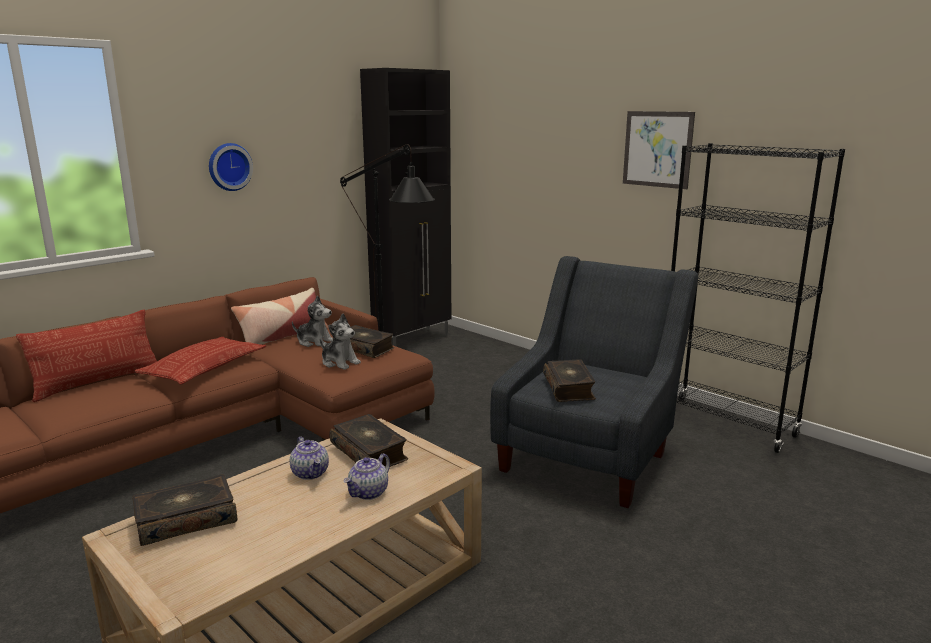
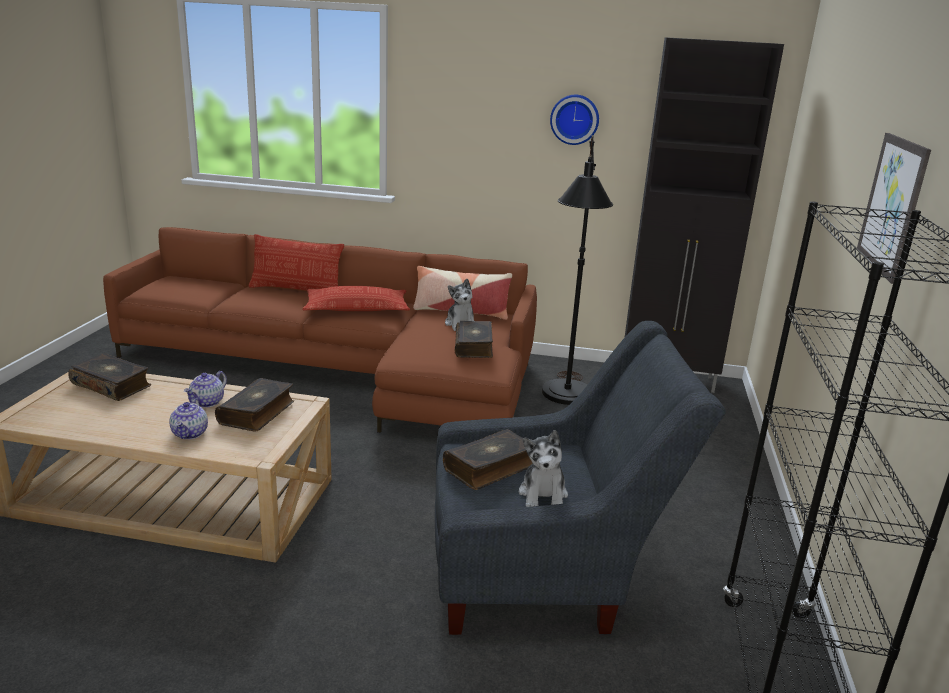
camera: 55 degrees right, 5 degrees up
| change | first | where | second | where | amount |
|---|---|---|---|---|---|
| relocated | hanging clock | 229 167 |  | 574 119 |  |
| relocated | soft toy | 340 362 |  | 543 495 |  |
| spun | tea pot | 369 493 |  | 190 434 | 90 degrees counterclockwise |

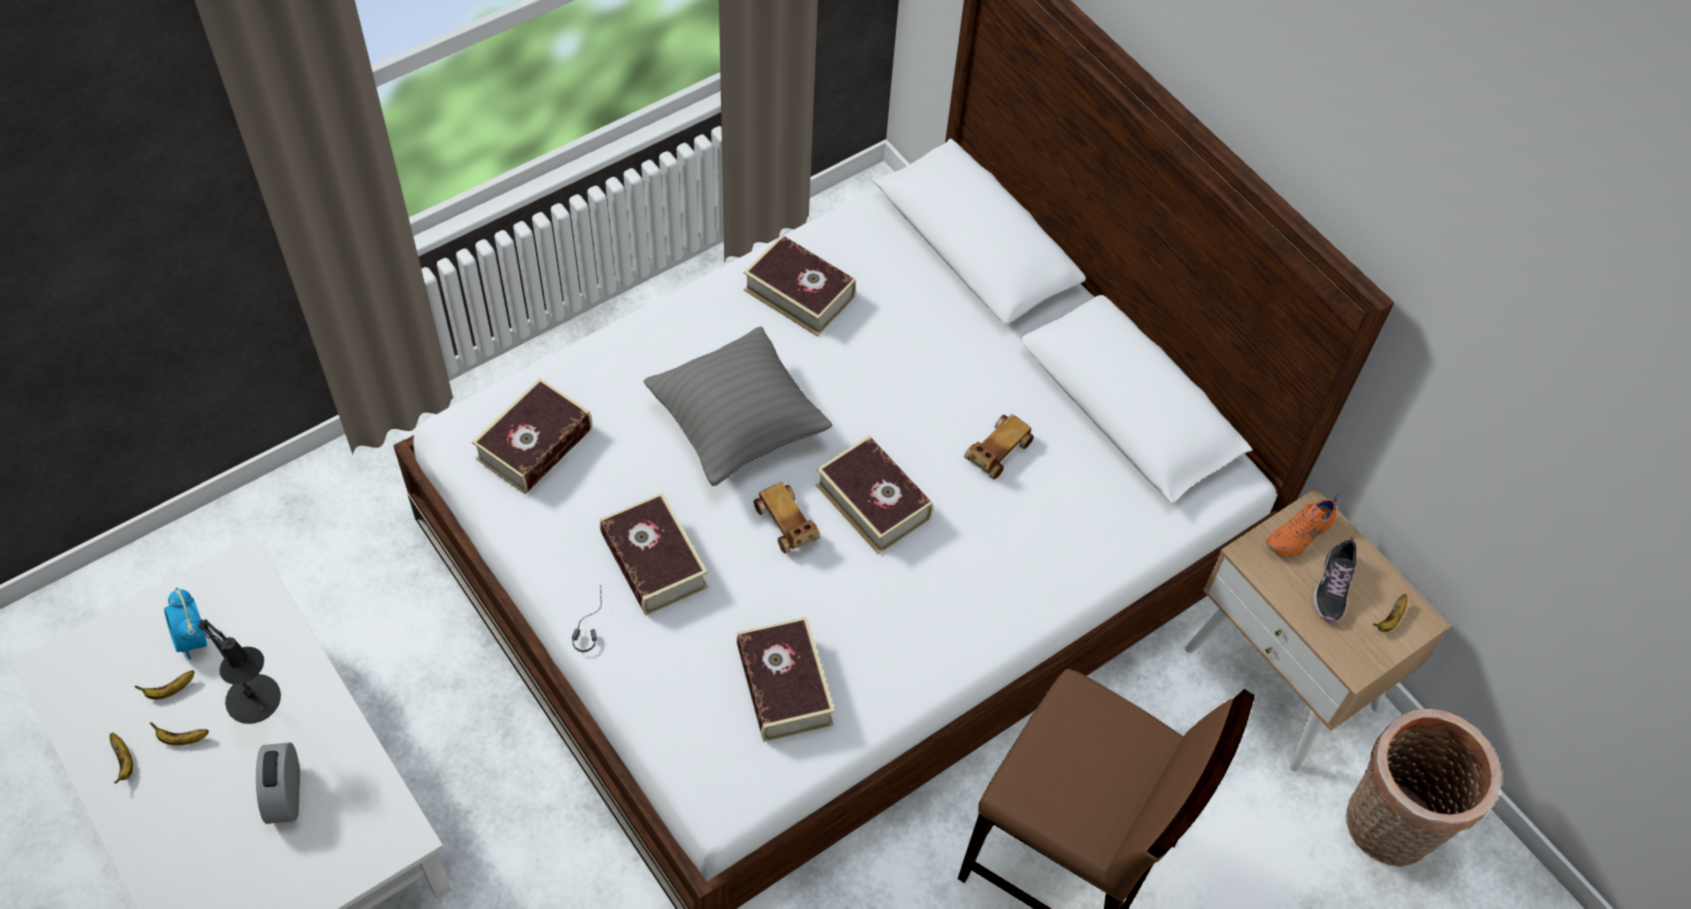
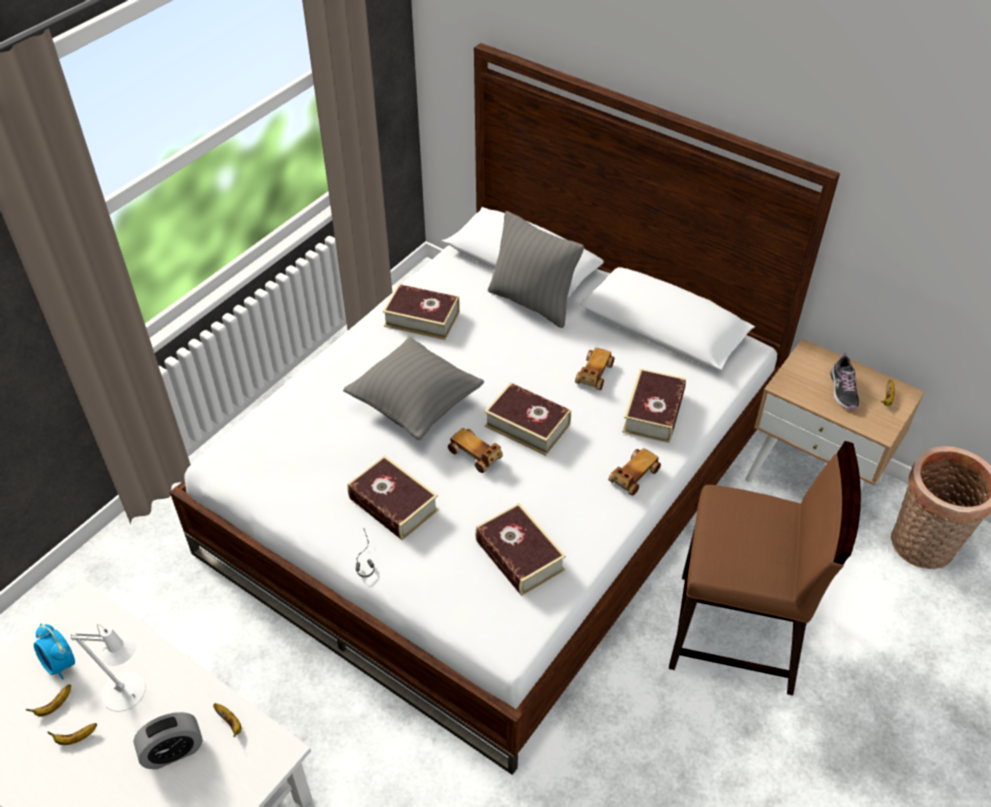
camera: 15 degrees left, 10 degrees down
| change | first | where | second | where | amount |
|---|---|---|---|---|---|
| relocated | banana fruit | 124 762 |  | 230 722 |  |
| colour | blackish tabletop lamp | 258 704 | white tabletop lamp | 129 694 |  |
| spun | bedside clock | 285 794 |  | 173 751 | 90 degrees counterclockwise |
| relocated | book | 535 444 |  | 653 412 |  |
| missing | orangey low shoe | 1300 535 |  |  |  |
| appeared |  |  | grey throw pillow | 532 302 |  |
| appeared |  |  | miniature car | 633 476 |  |

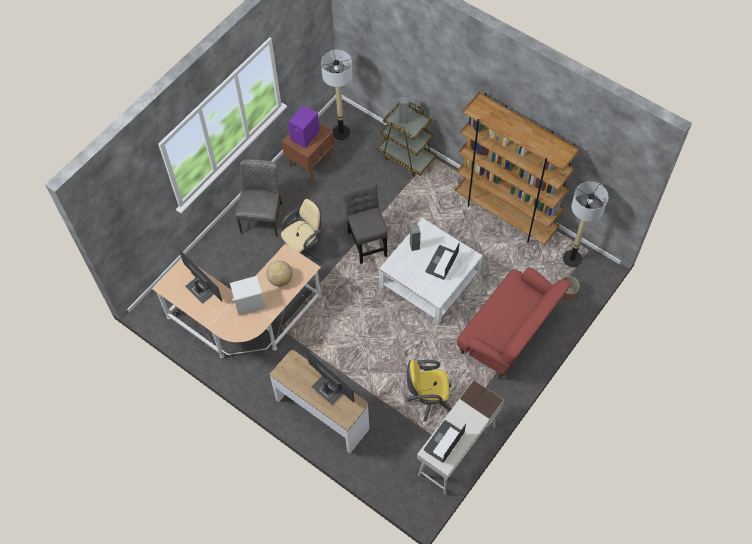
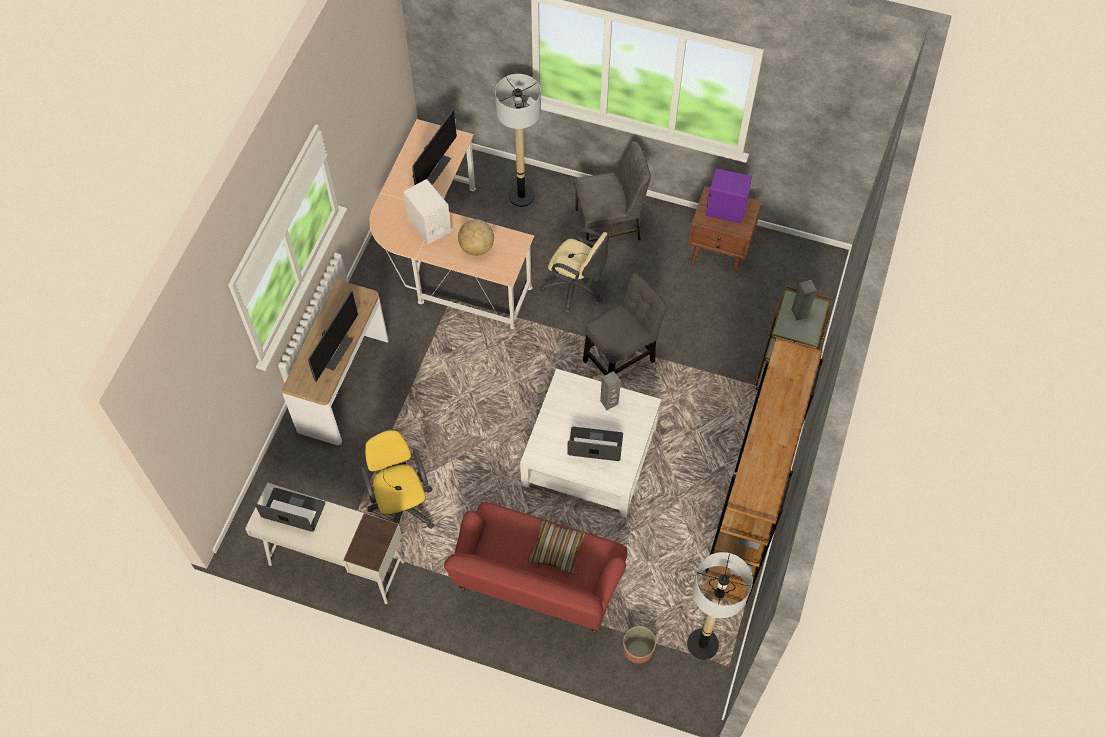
camera: 70 degrees right, 0 degrees up
| change | first | where | second | where | amount |
|---|---|---|---|---|---|
| relocated | floor lamp | 341 132 |  | 521 196 |  |
| appeared |  |  | throw pillow | 557 549 |  |

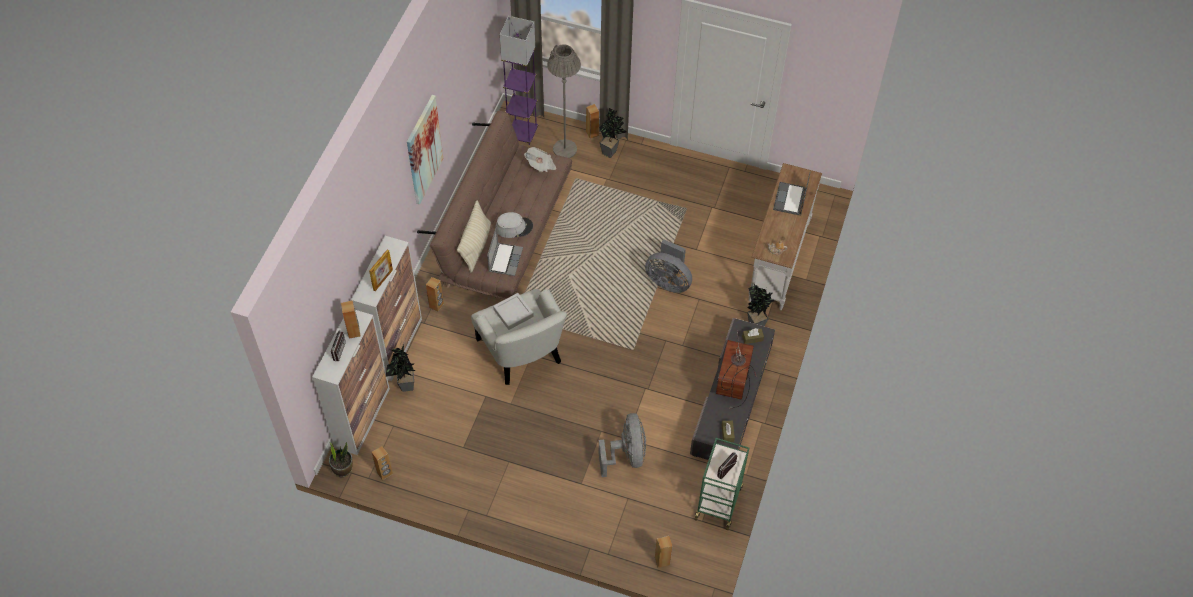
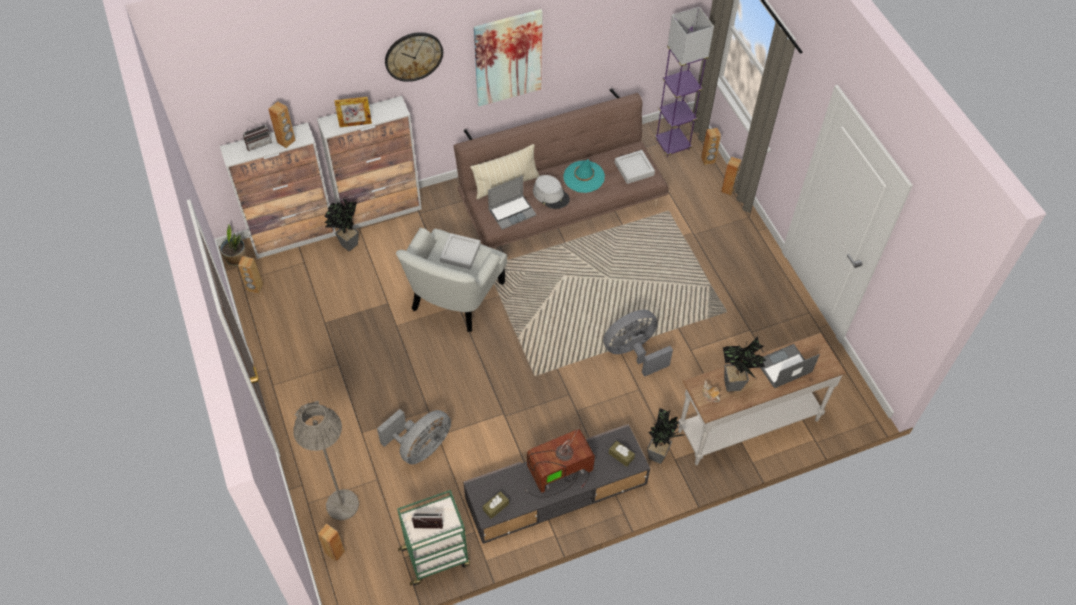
camera: 50 degrees right, 0 degrees up
| change | first | where | second | where | amount |
|---|---|---|---|---|---|
| relocated | brown-coloured loudspeaker | 436 305 |  | 708 160 |  |
| exchanged | printed paper | 540 165 | grey carrying tray | 634 169 |  |
| relocated | grey floor lamp | 565 149 |  | 342 505 |  |
| relocated | potted plant | 611 151 |  | 736 386 |  |
| spun | grey cooling fan | 668 281 |  | 633 352 | 75 degrees clockwise |
| appeared |  |  | hanging clock | 413 56 |  |
| appeared |  |  | blue-green clothing hat | 584 177 |  |

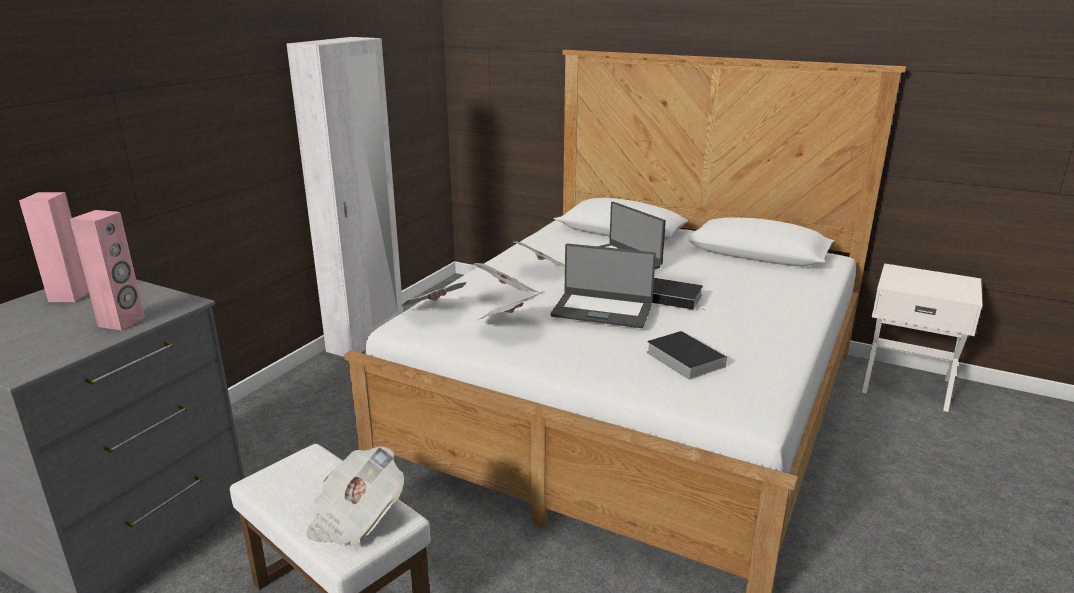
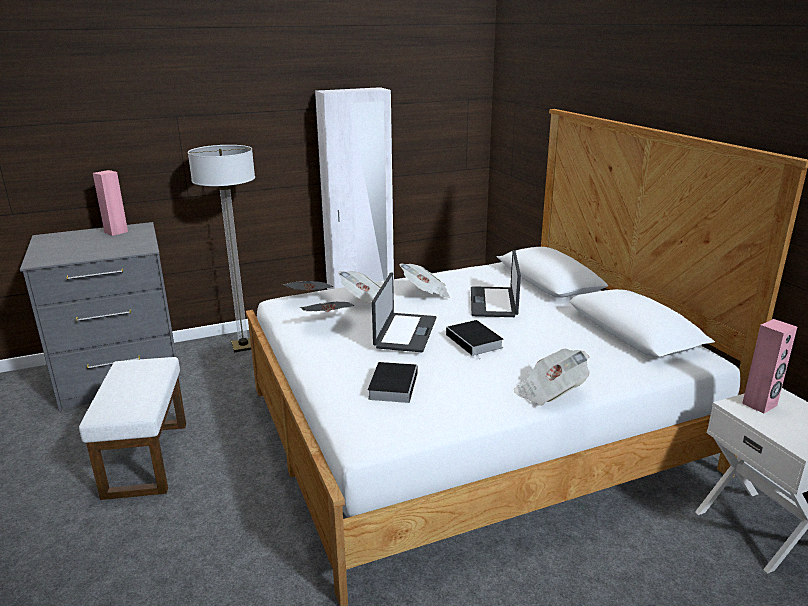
camera: 40 degrees right, 0 degrees up
| change | first | where | second | where | amount |
|---|---|---|---|---|---|
| relocated | pinkish loudspeaker | 122 322 |  | 760 405 |  |
| relocated | printed paper | 356 517 |  | 549 392 |  |
| spun | notebook computer | 602 310 |  | 404 332 | 135 degrees counterclockwise |
| appeared |  |  | floor lamp | 243 346 |  |

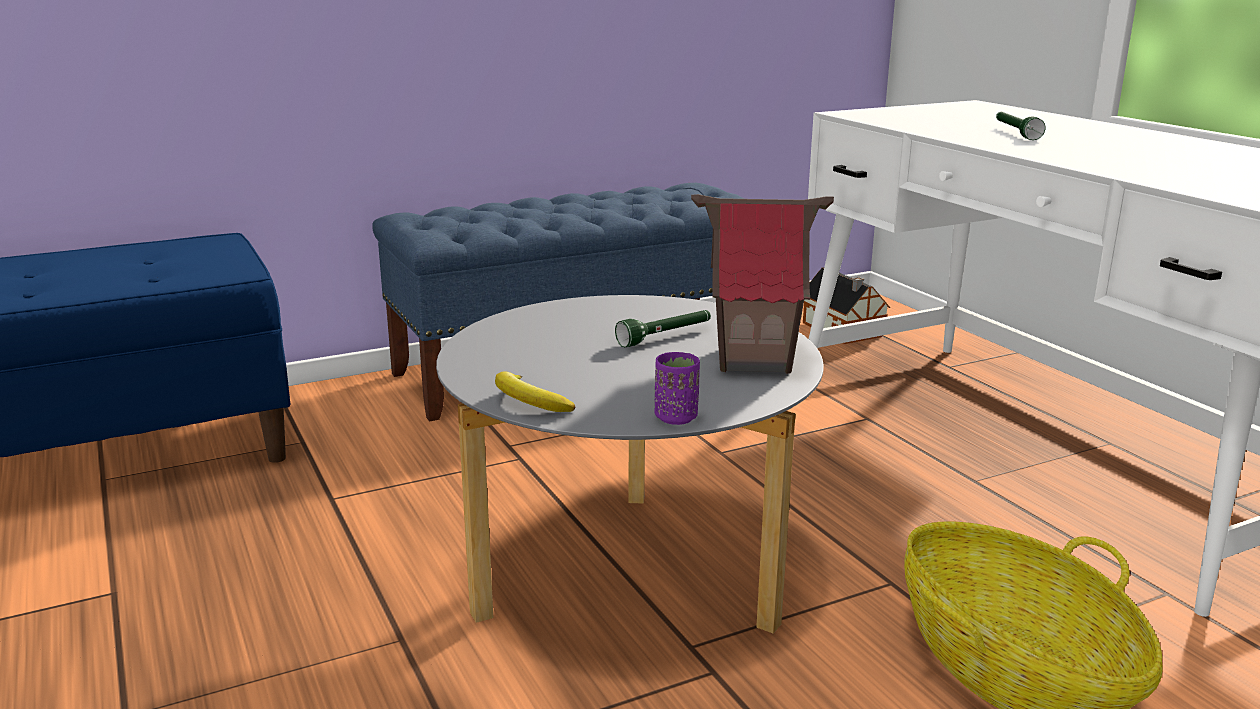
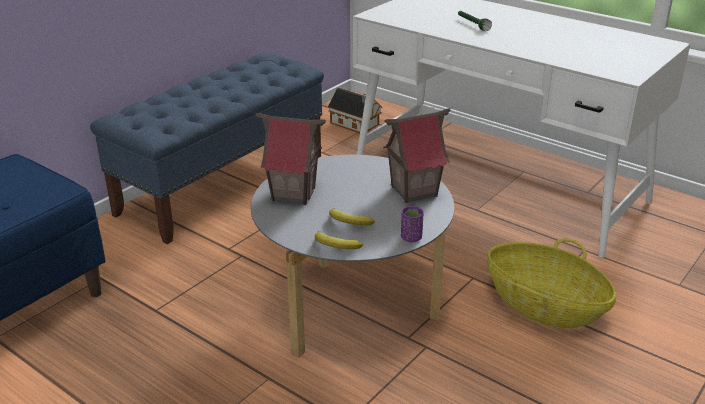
camera: 25 degrees left, 10 degrees up
| change | first | where | second | where | amount |
|---|---|---|---|---|---|
| missing | green-coloured flashlight | 665 337 |  |  |  |
| appeared |  |  | model house | 293 194 |  |
| appeared |  |  | banana fruit | 349 222 |  |

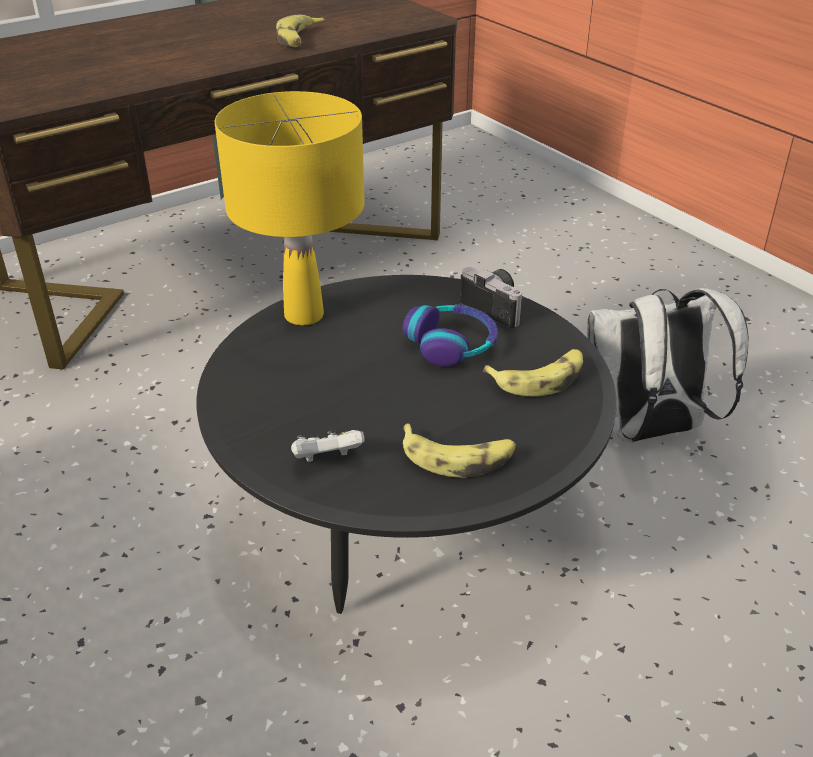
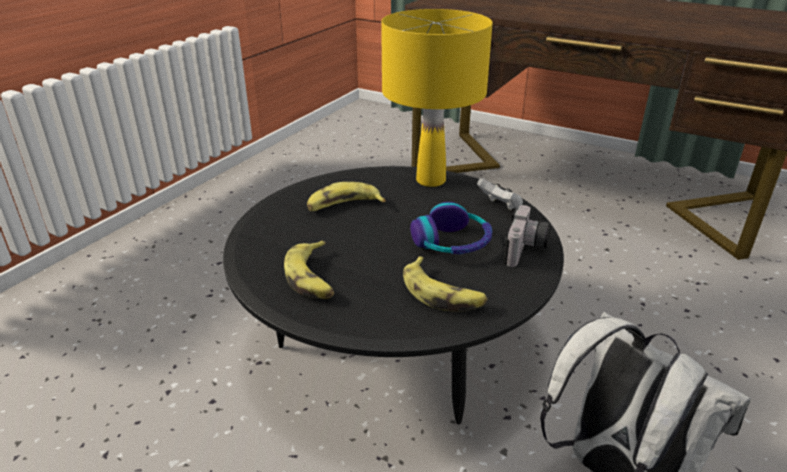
camera: 65 degrees right, 5 degrees down
| change | first | where | second | where | amount |
|---|---|---|---|---|---|
| relocated | banana fruit | 299 39 |  | 343 206 |  |
| relocated | white game controller | 327 459 |  | 500 206 |  |

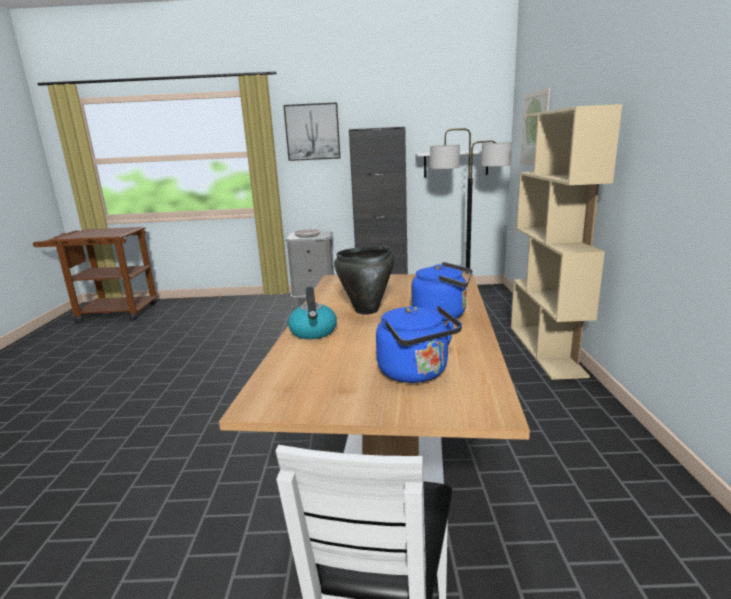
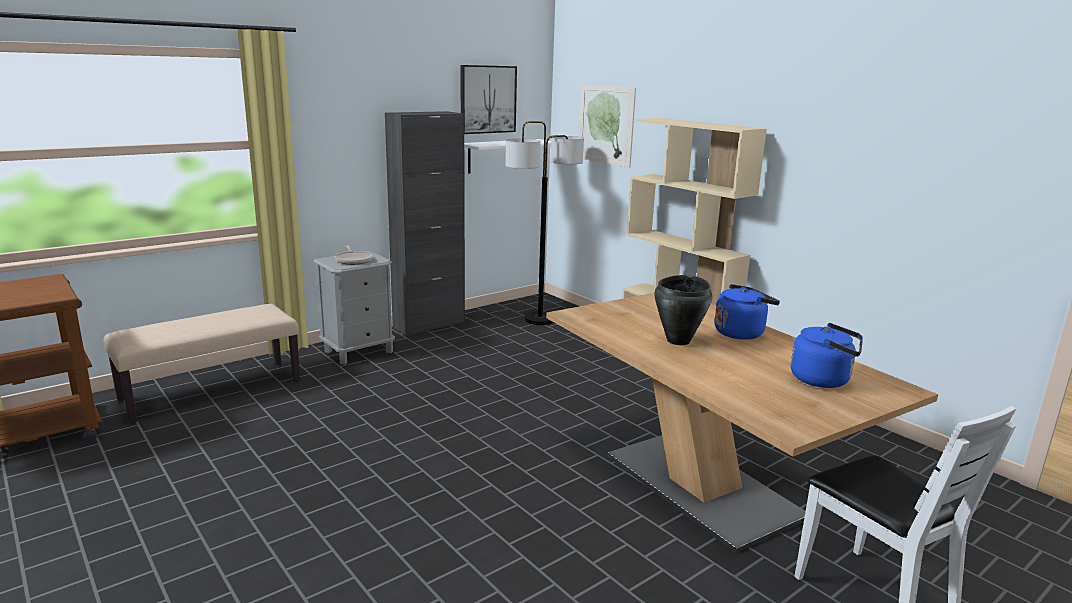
camera: 40 degrees left, 0 degrees up
| change | first | where | second | where | amount |
|---|---|---|---|---|---|
| relocated | wall picture | 312 132 |  | 487 99 |  |
| missing | tea kettle | 313 332 |  |  |  |
| appeared |  |  | beige long seat | 212 390 |  |

